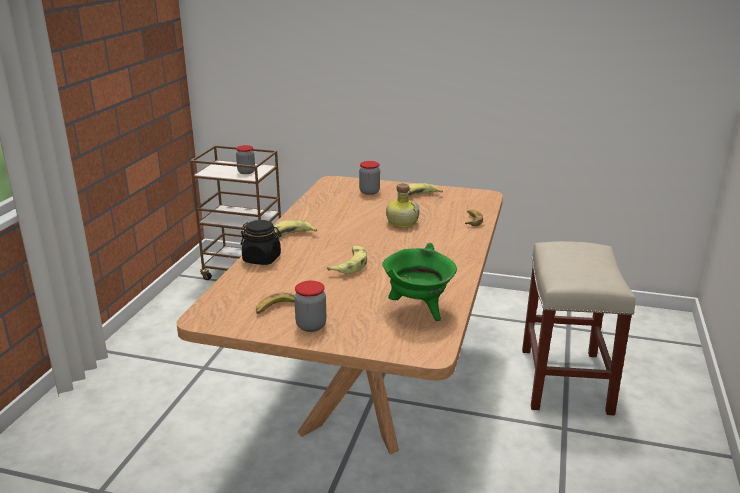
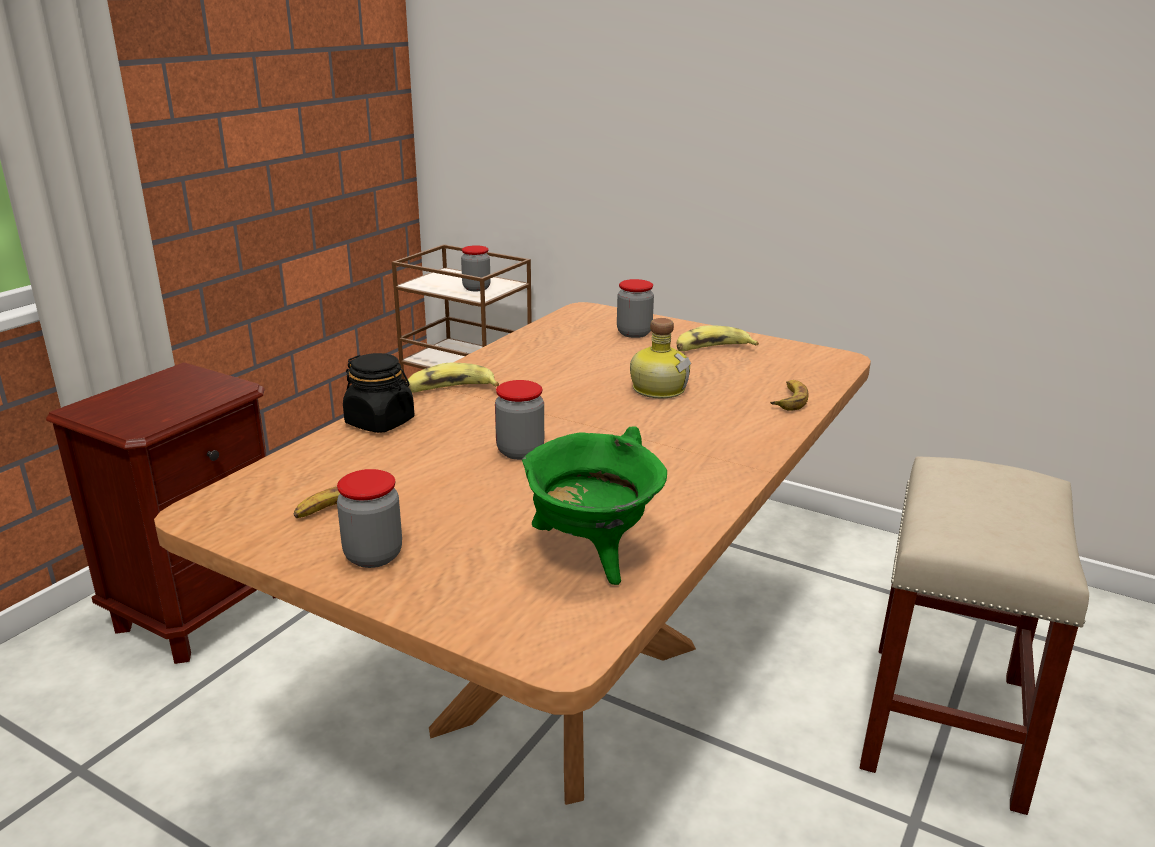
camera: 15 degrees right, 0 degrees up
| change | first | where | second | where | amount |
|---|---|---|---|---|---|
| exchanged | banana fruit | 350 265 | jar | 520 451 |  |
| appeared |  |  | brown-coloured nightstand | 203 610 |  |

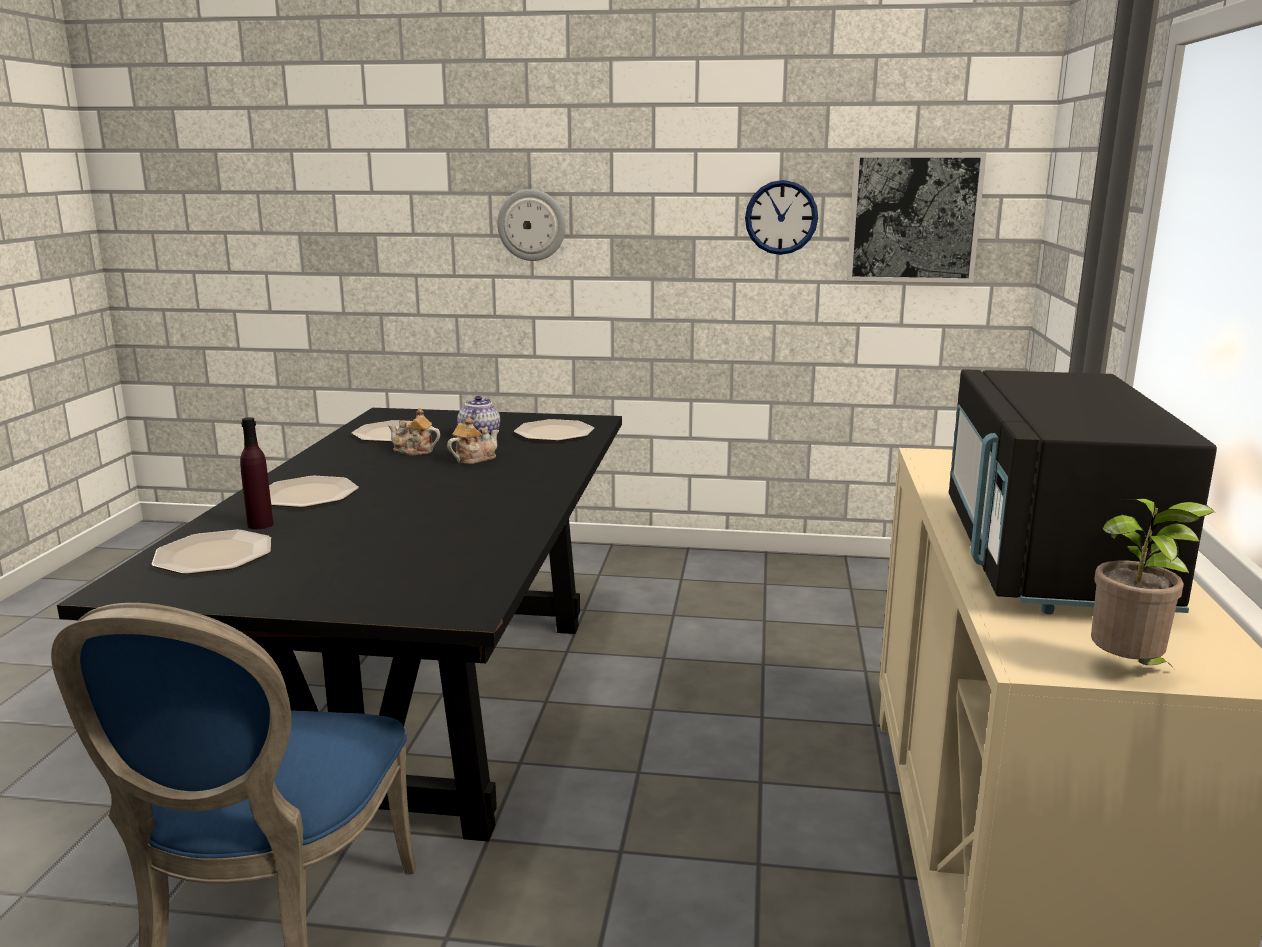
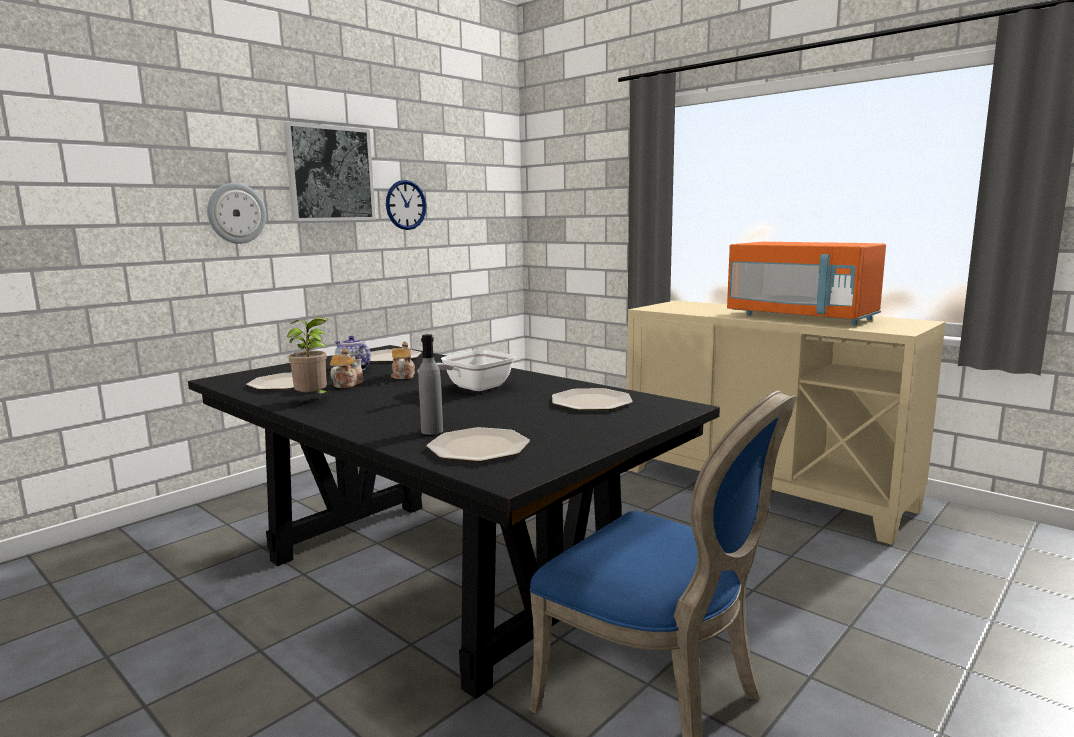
camera: 55 degrees left, 5 degrees down
| change | first | where | second | where | amount |
|---|---|---|---|---|---|
| colour | purplish drink bottle | 260 525 | grey drink bottle | 432 431 |  |
| relocated | plate | 307 495 |  | 592 402 |  |
| spun | tea pot | 414 451 |  | 347 384 | 150 degrees clockwise |
| relocated | wall picture | 913 217 |  | 330 174 |  |
| colour | blackish microwave | 1048 560 | orangey microwave | 801 317 |  |
| relocated | potted plant | 1129 671 |  | 314 400 |  |
| appeared |  |  | frying pan | 472 388 |  |

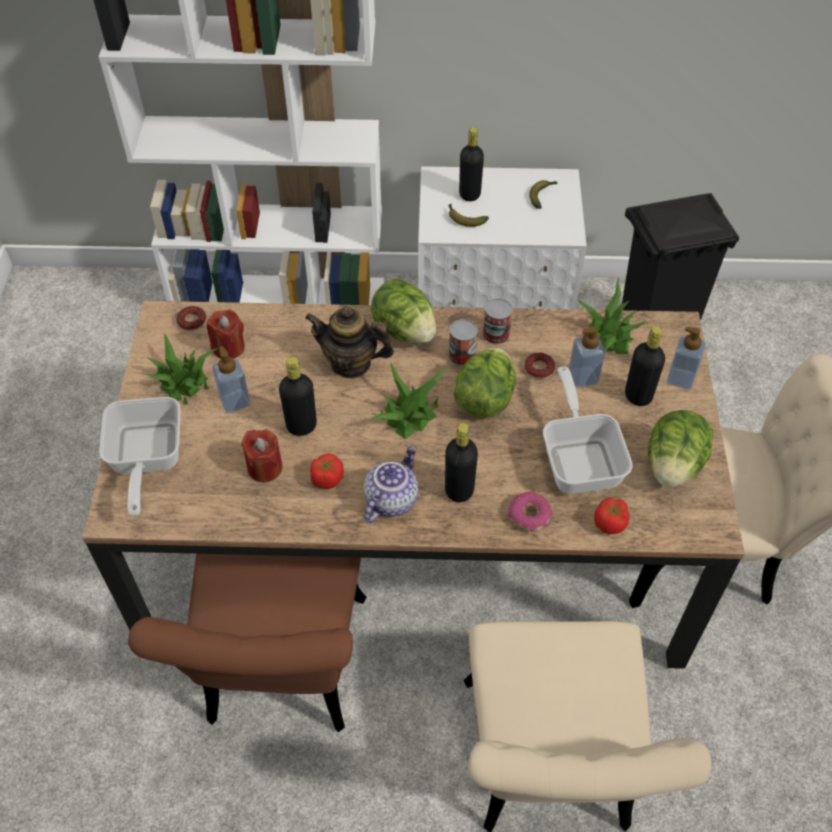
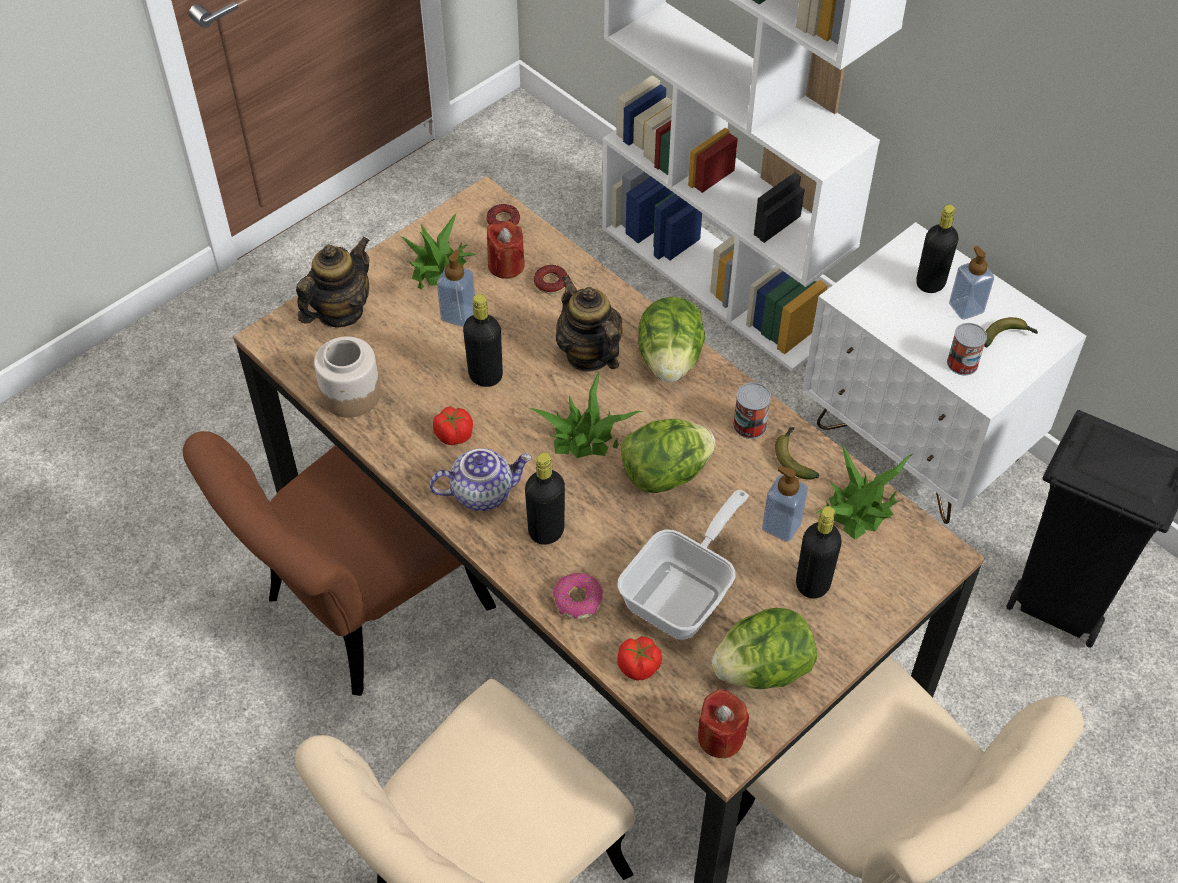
camera: 45 degrees right, 0 degrees up
| change | first | where | second | where | amount |
|---|---|---|---|---|---|
| exchanged | frying pan | 146 461 | tea pot | 339 311 |  |
| relocated | red wax candle | 265 467 |  | 720 737 |  |
| relocated | banana fruit | 464 219 |  | 793 457 |  |
| relocated | sealed can | 462 355 |  | 962 363 |  |
| relocated | ring doughnut | 539 368 |  | 551 282 |  |
| relocated | soap bottle | 680 378 |  | 966 308 |  |
| appeared |  |  | jar | 350 394 |  |

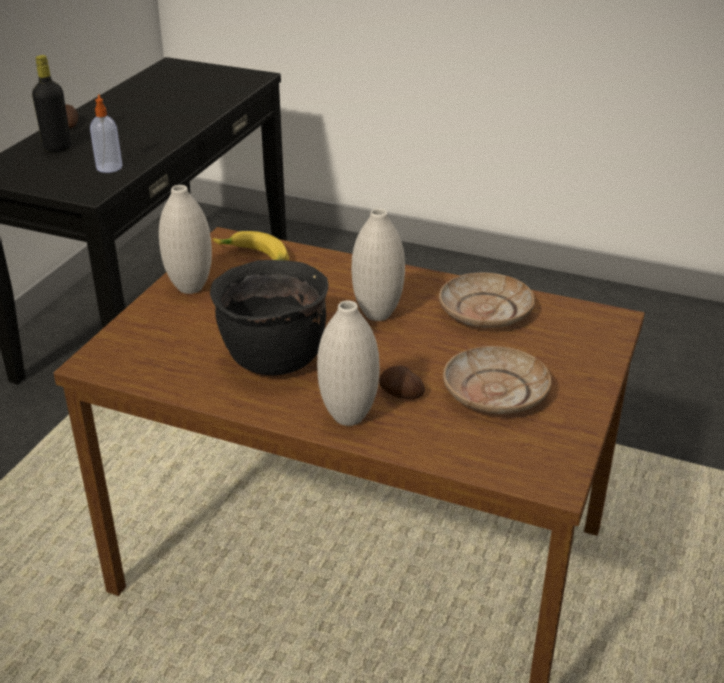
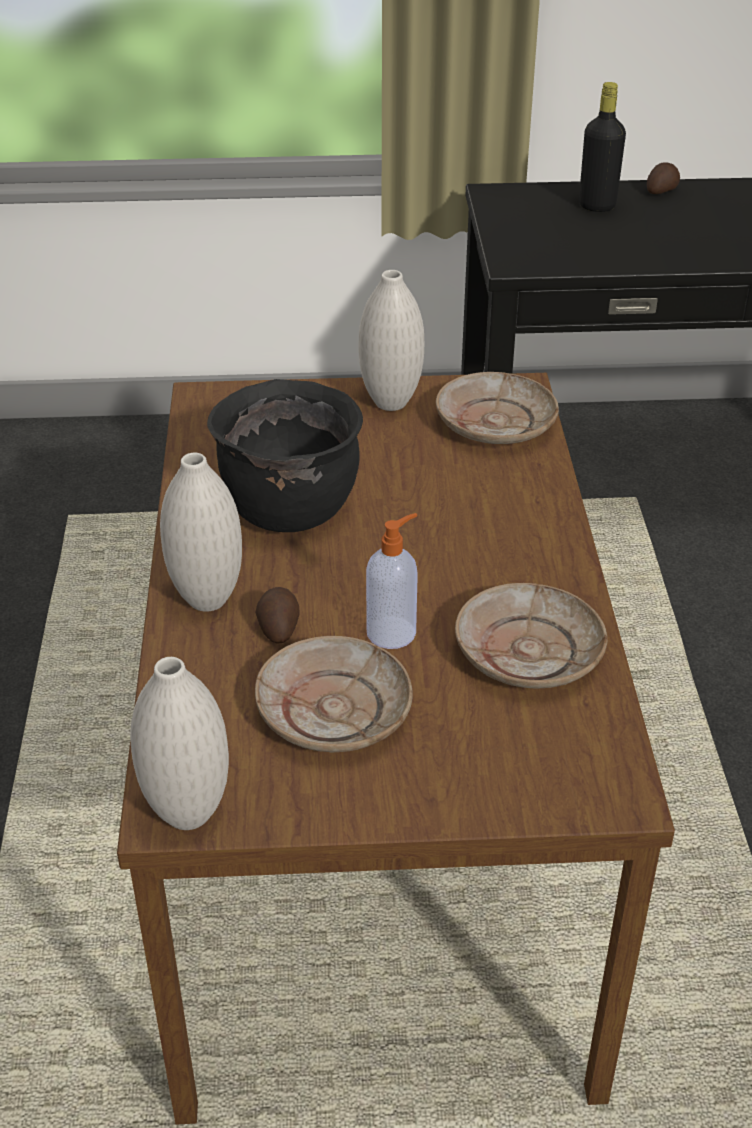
camera: 65 degrees right, 5 degrees up
| change | first | where | second | where | amount |
|---|---|---|---|---|---|
| relocated | soap bottle | 109 167 |  | 393 632 |  |
| exchanged | banana fruit | 254 258 | beige plate | 495 423 |  |
| relocated | white vase | 377 314 |  | 188 813 |  |

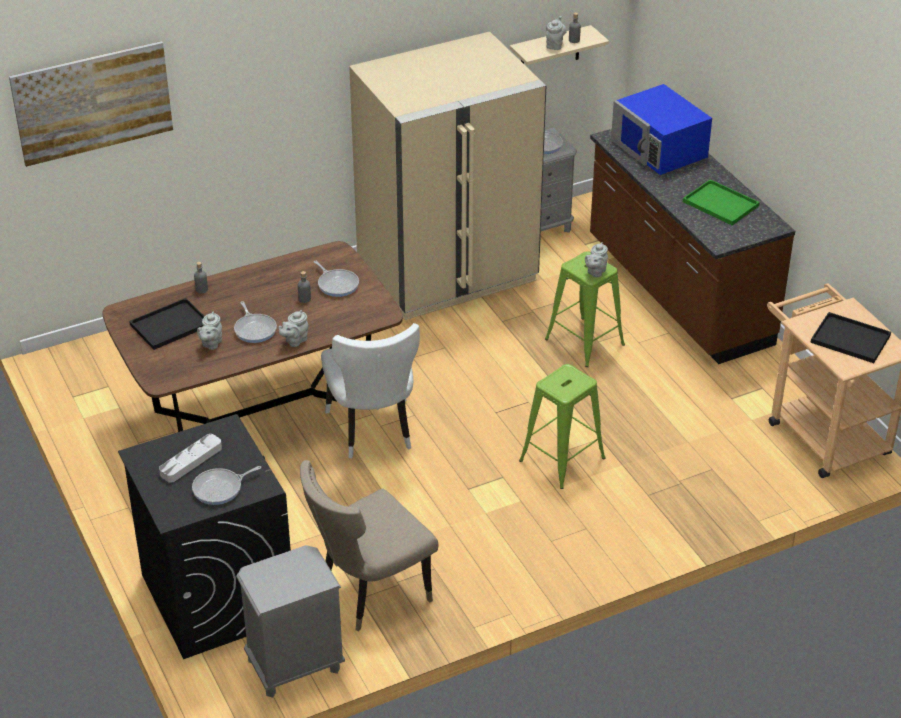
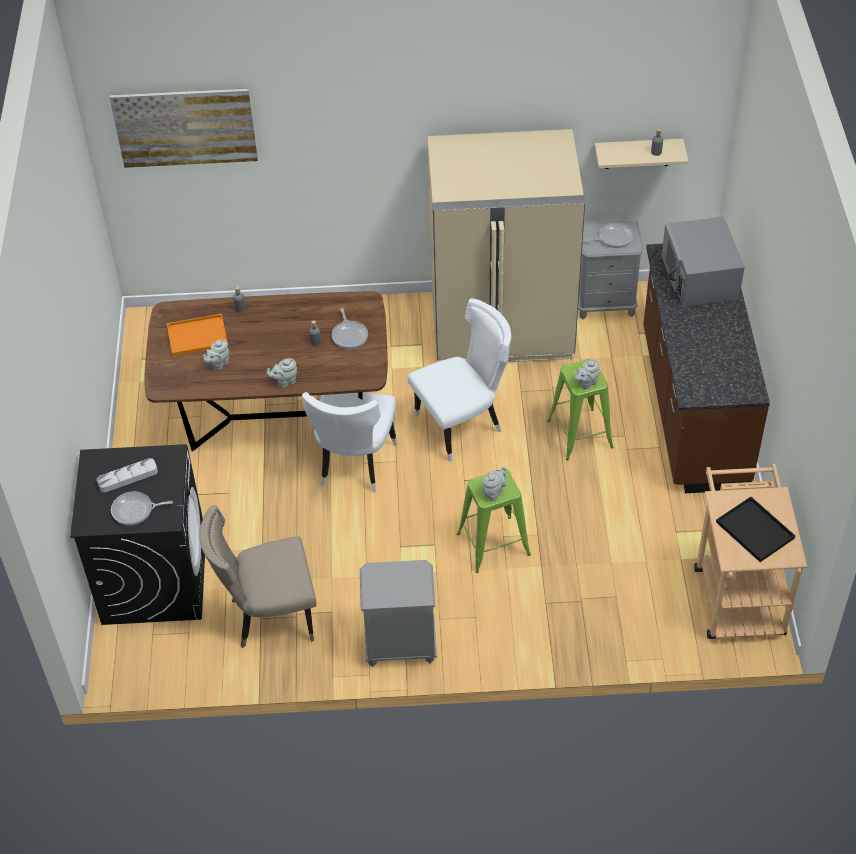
camera: 25 degrees right, 10 degrees up
| change | first | where | second | where | amount |
|---|---|---|---|---|---|
| colour | blackish carrying tray | 169 326 | orangey carrying tray | 196 336 |  |
| missing | frying pan | 255 329 |  |  |  |
| relocated | grey nightstand | 293 666 |  | 400 645 |  |
| relocated | grey tea pot | 555 45 |  | 494 492 |  |
| colour | blue-coloured microwave | 659 148 | grey microwave | 700 277 |  |
| missing | green-coloured carrying tray | 719 203 |  |  |  |
| appeared |  |  | white plain chair | 462 424 |  |

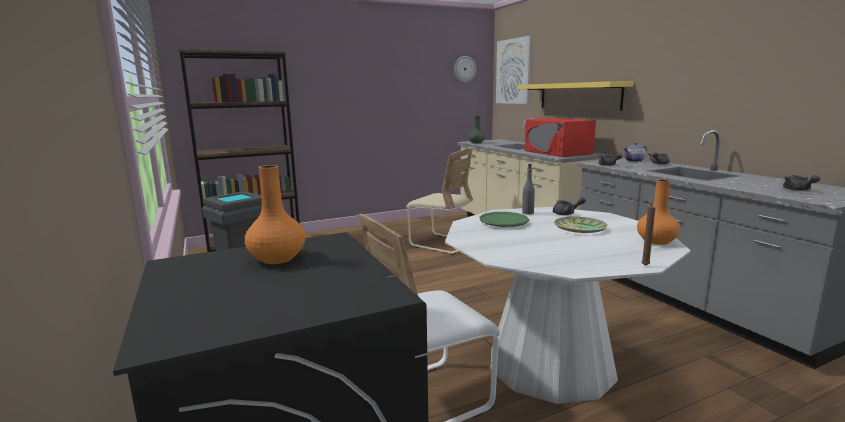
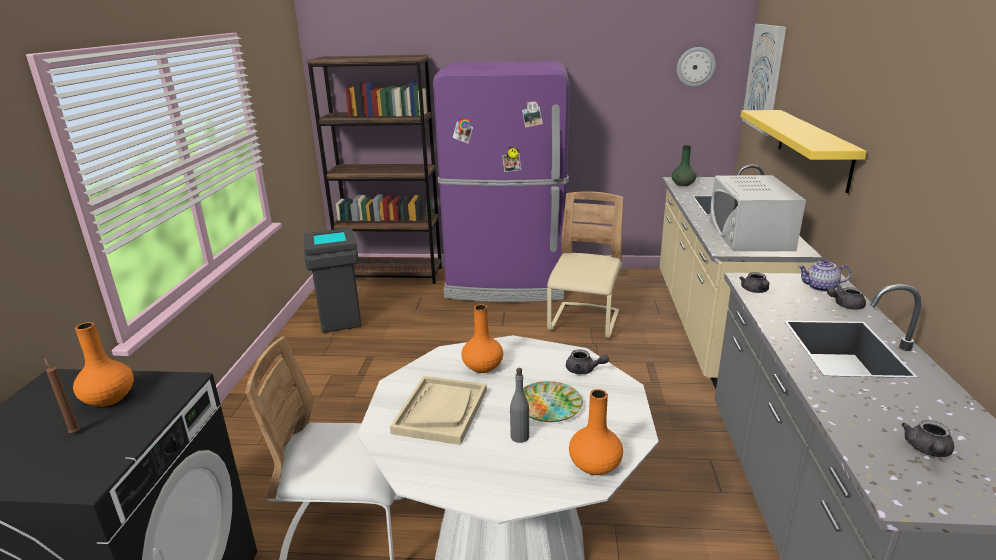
camera: 30 degrees right, 10 degrees up
| change | first | where | second | where | amount |
|---|---|---|---|---|---|
| spun | beige plain chair | 442 244 |  | 584 322 | 135 degrees counterclockwise |
| exchanged | green-coloured plate | 503 223 | orangey vase | 483 366 |  |
| relocated | grey drink bottle | 527 213 |  | 519 437 |  |
| colour | red microwave | 557 152 | white microwave | 749 235 |  |
| relocated | brown-coloured wax candle | 643 265 |  | 74 432 |  |
| appeared |  |  | beige carrying tray | 440 411 |  |
| appeared |  |  | purplish refrigerator | 506 284 |  |

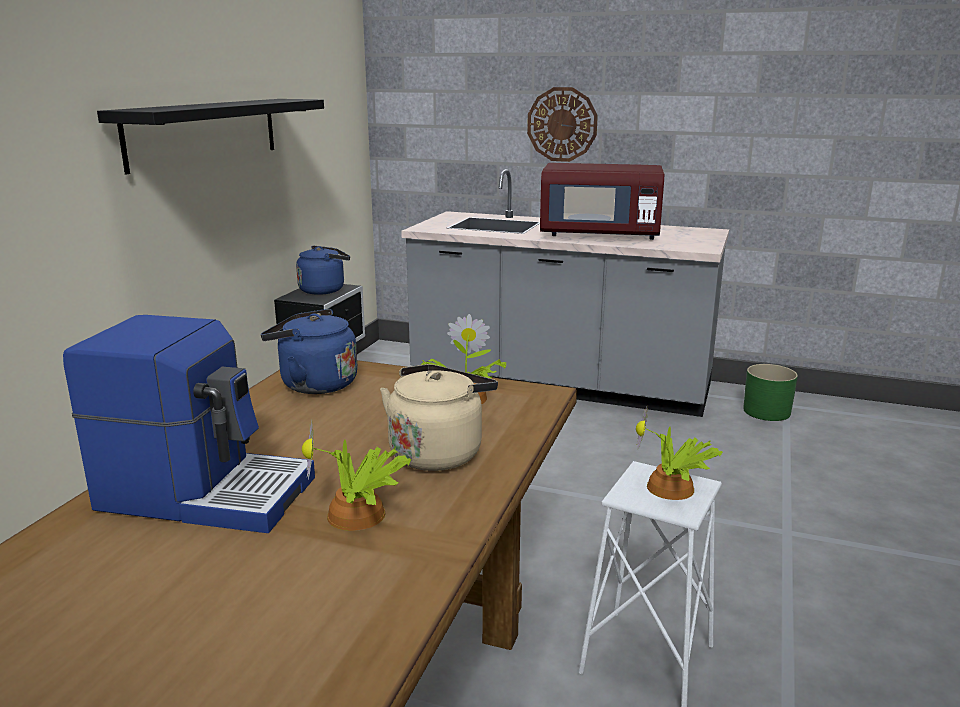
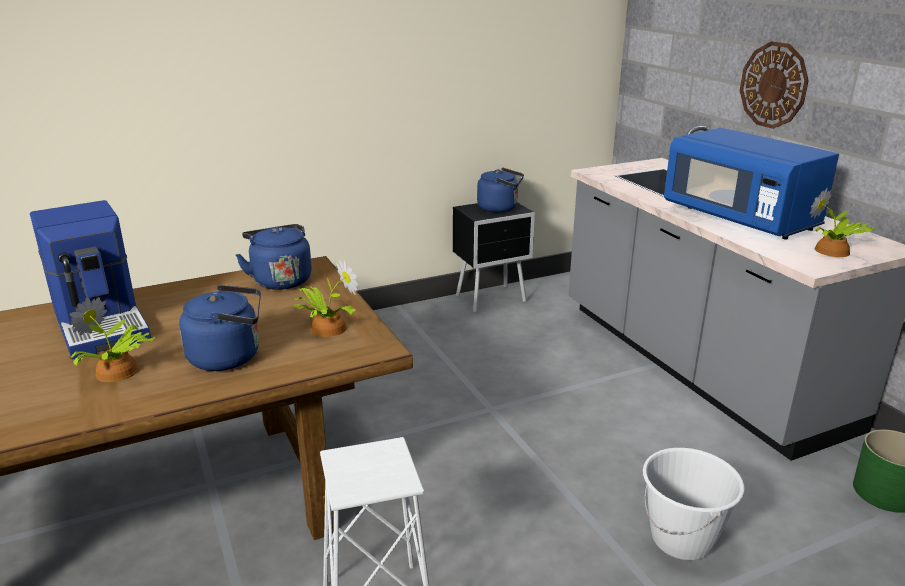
camera: 45 degrees right, 5 degrees up
| change | first | where | second | where | amount |
|---|---|---|---|---|---|
| missing | blackish wall shelf | 204 132 |  |  |  |
| colour | beige tea kettle | 438 452 | blue-coloured tea kettle | 229 357 |  |
| colour | red microwave | 599 235 | blue-coloured microwave | 740 219 |  |
| relocated | potted plant | 673 489 |  | 833 252 |  |
| appeared |  |  | white pail | 682 540 |  |

